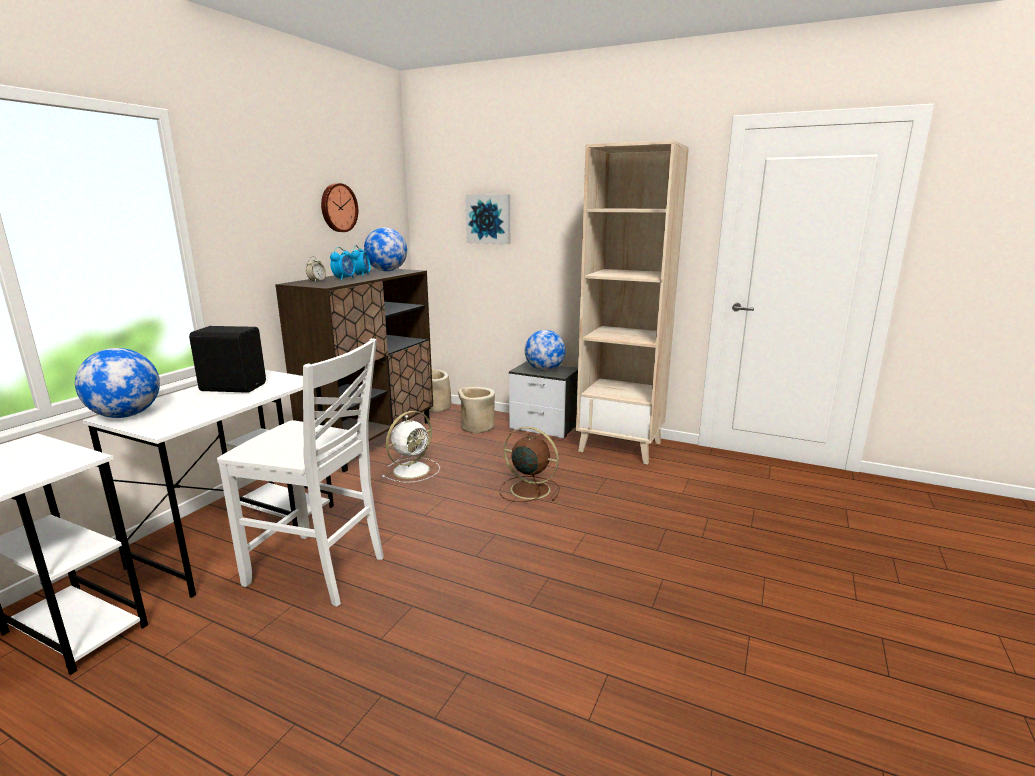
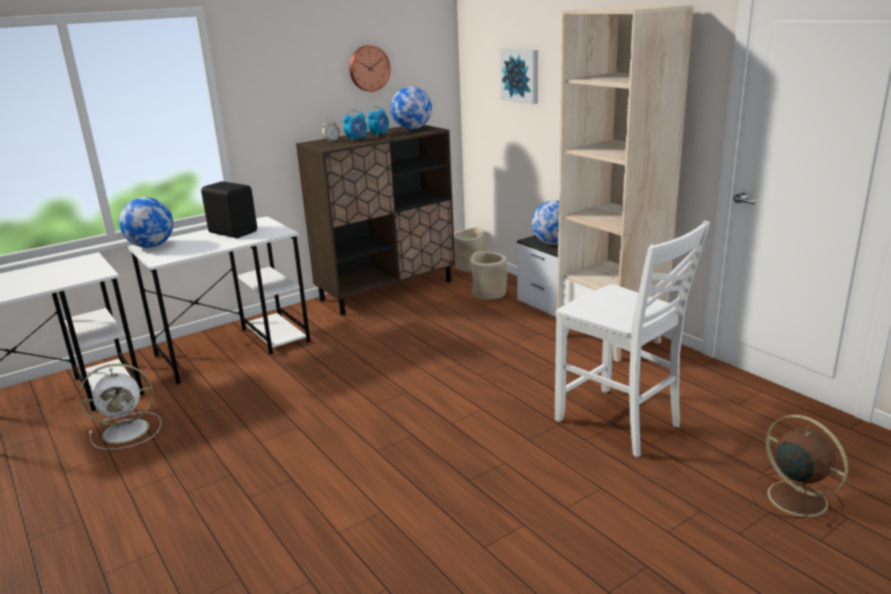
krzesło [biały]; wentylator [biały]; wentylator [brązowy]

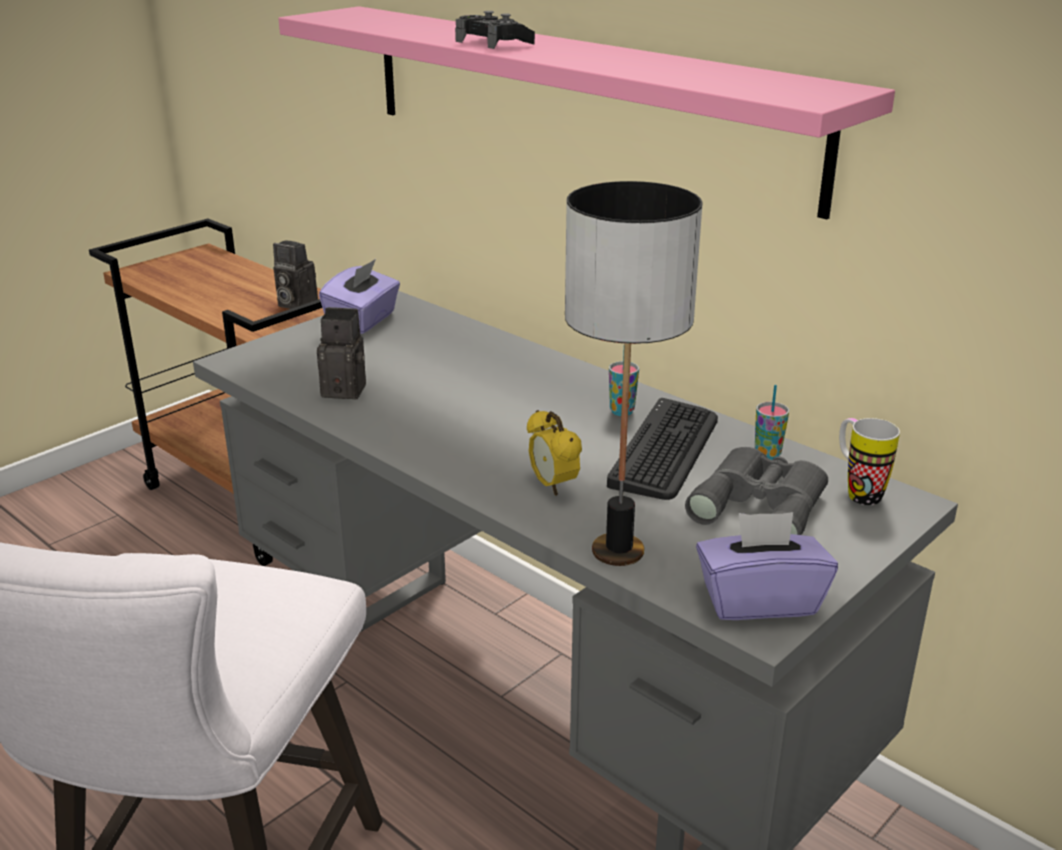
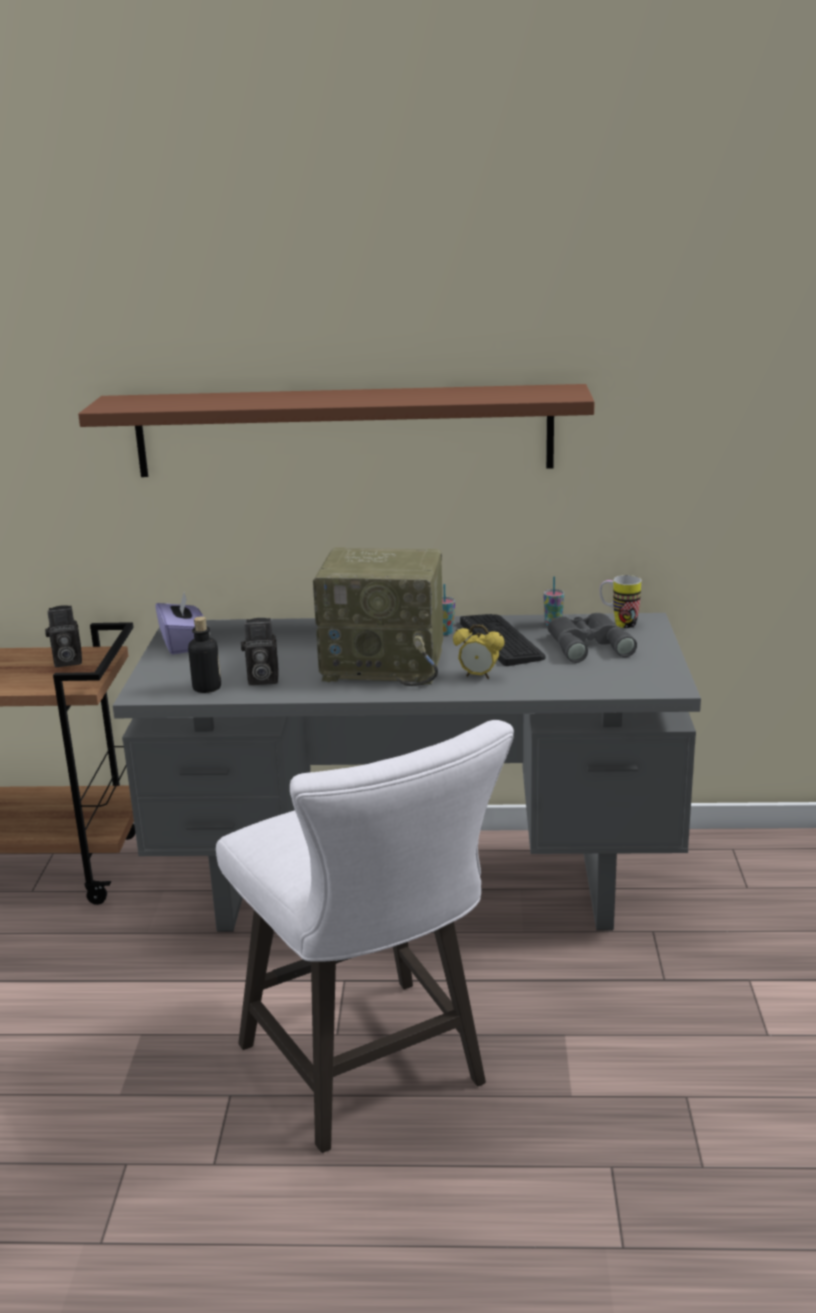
półka [brązowy]; aparat fotograficzny (2nd from left); pad do gier [czarny]; lampa stołowa; pudełko chusteczek [fioletowy] (2nd from left in the first image); butelka; radio

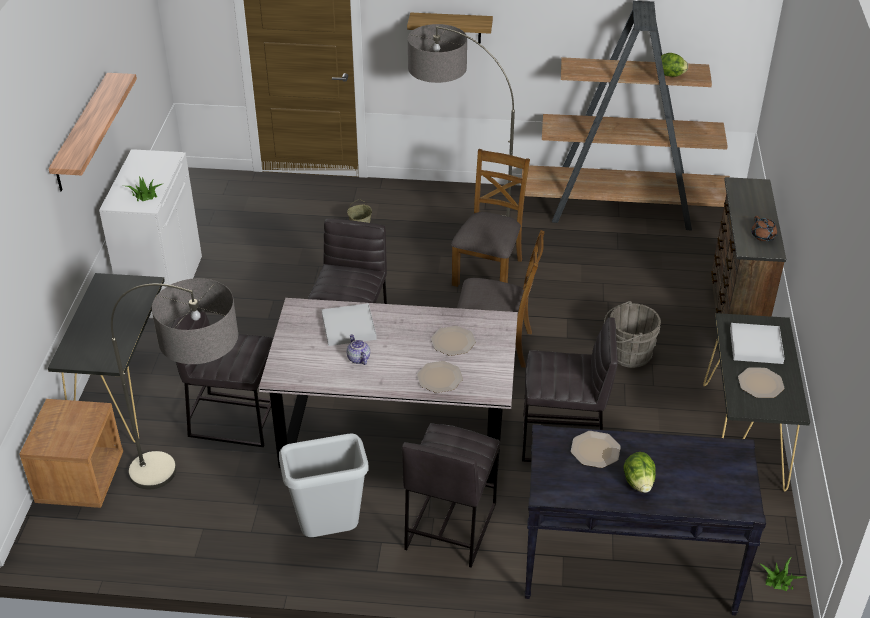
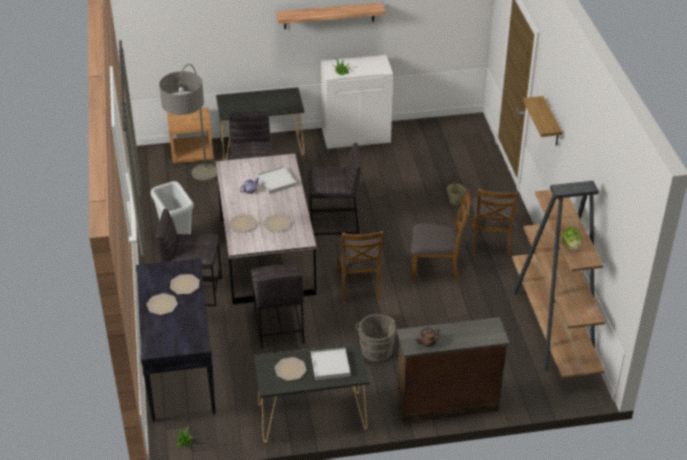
krzesło [brązowy] (3rd from left); talerz (1st from left)

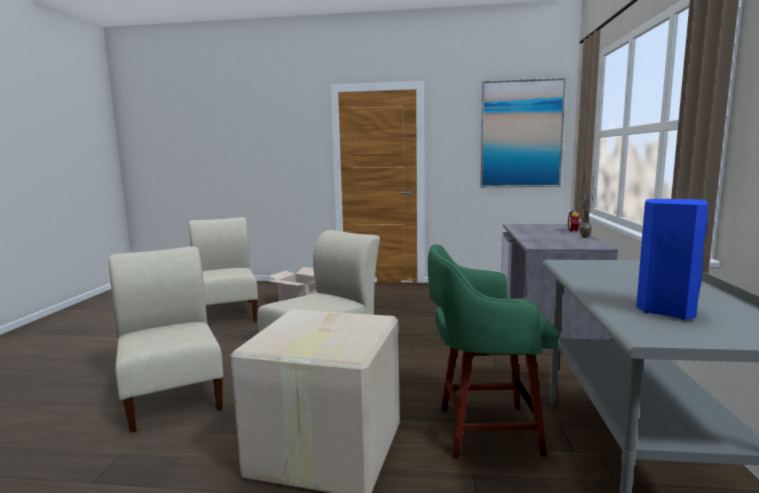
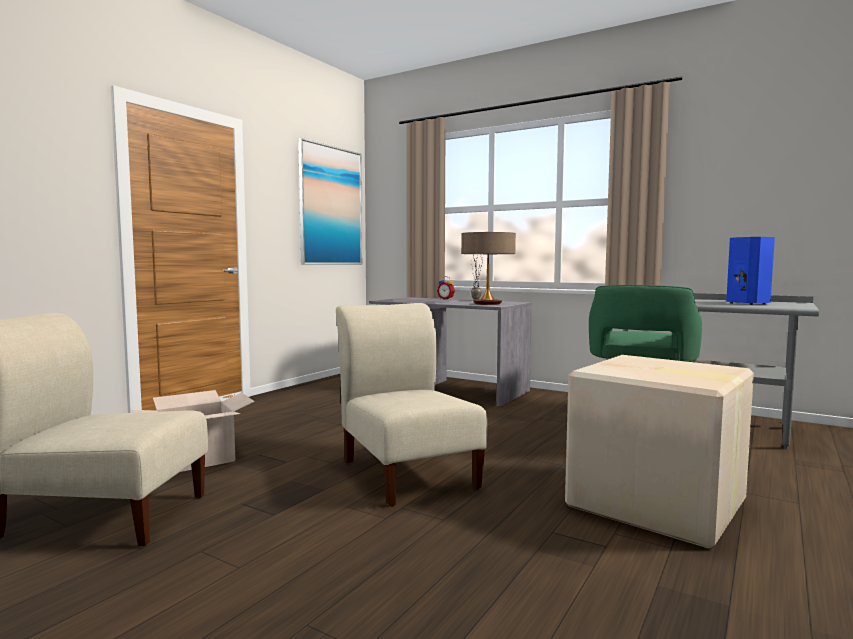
krzesło [beżowy] (1st from left in the first image); lampa stołowa

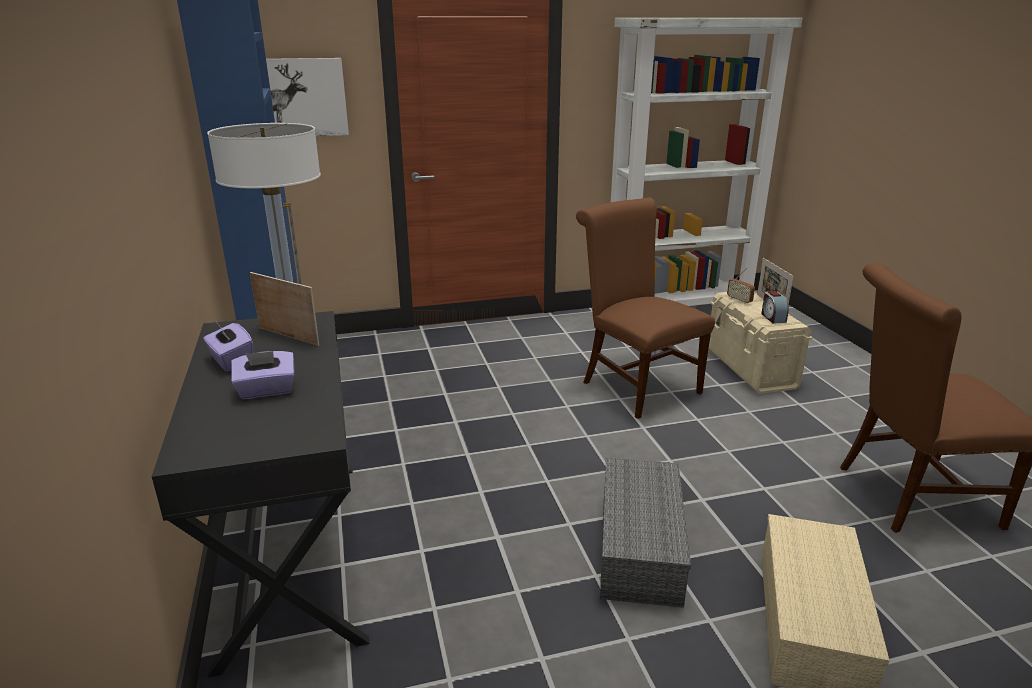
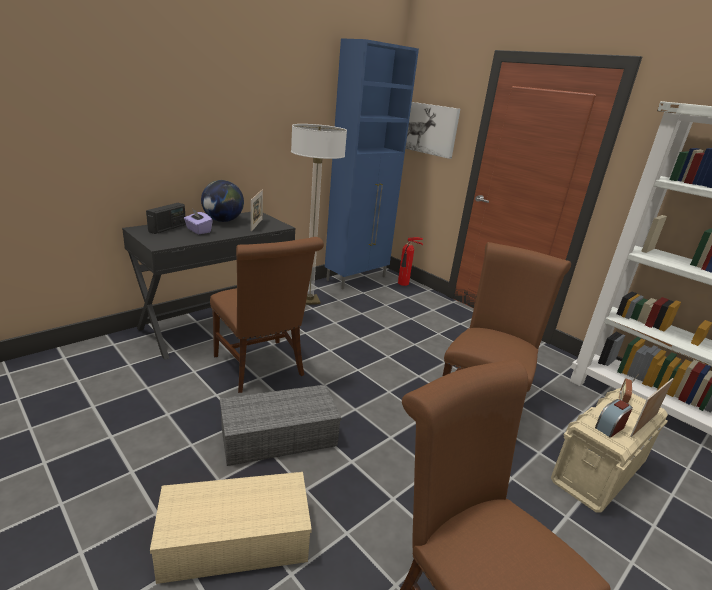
globus; radio (1st from left); krzesło [brązowy] (1st from left); gaśnica

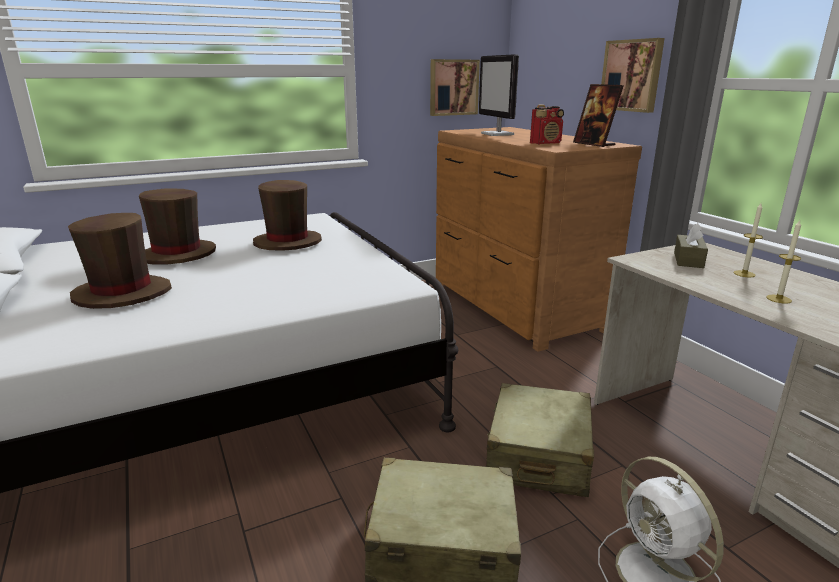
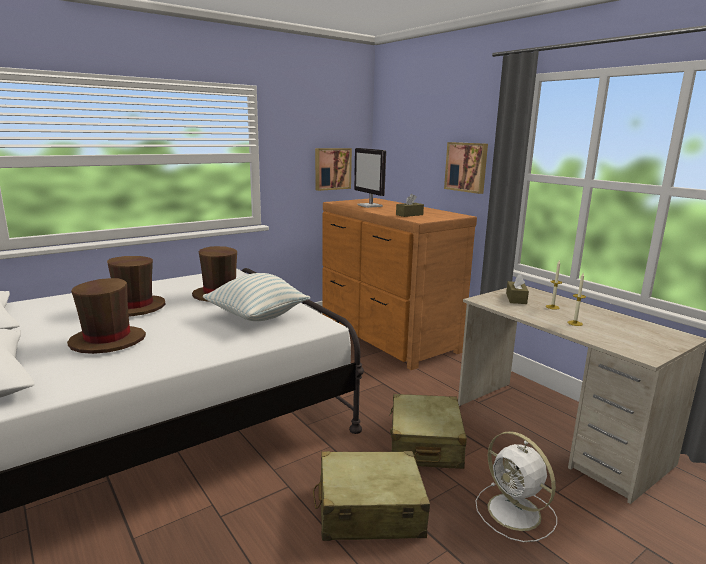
pudełko chusteczek [brązowy] (1st from left); ramka na zdjęcie; poduszka

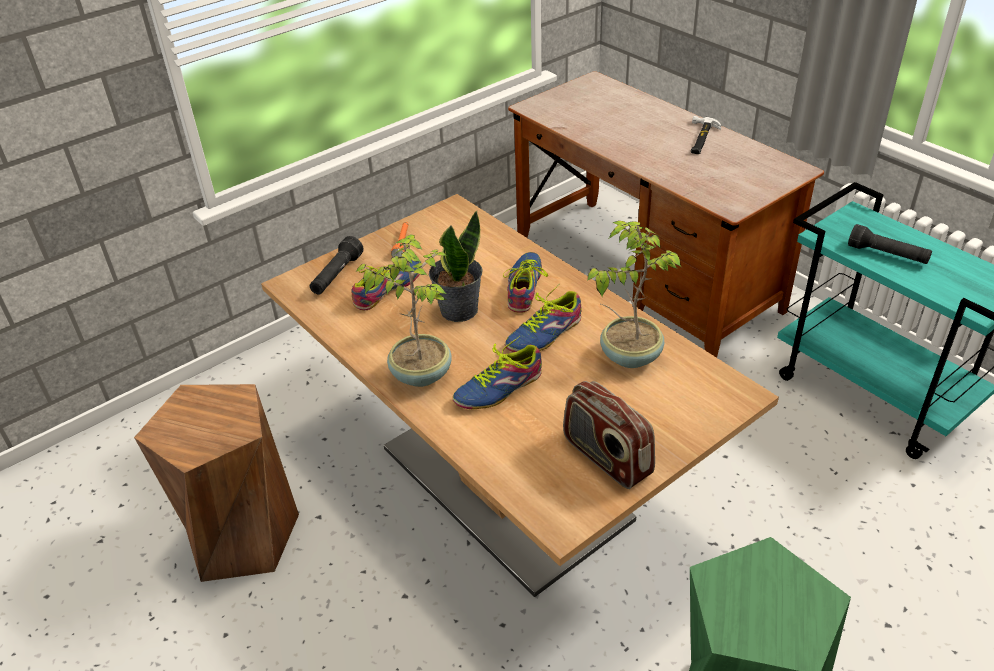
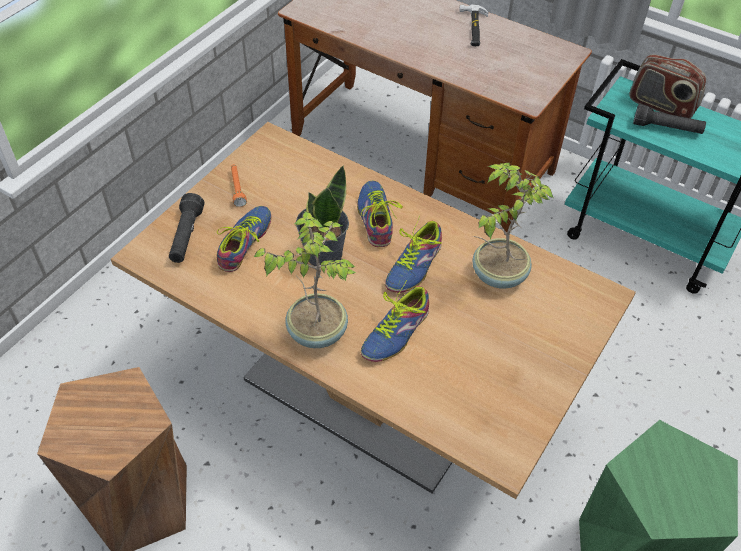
radio

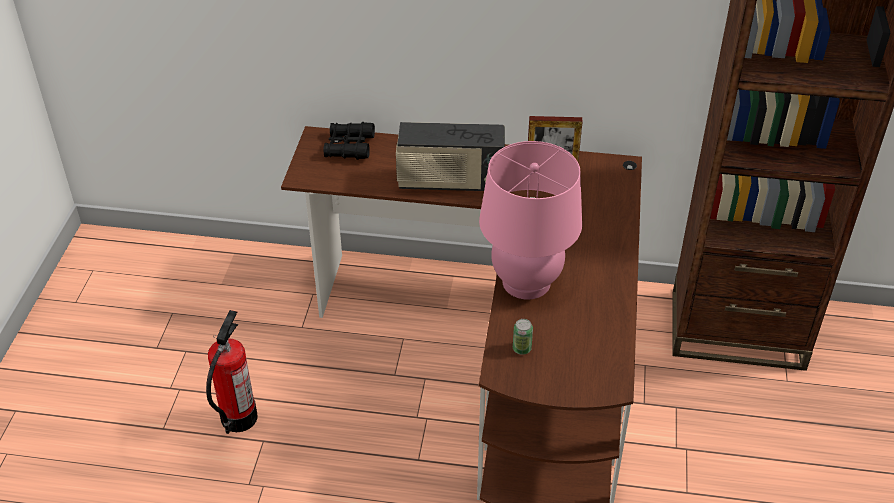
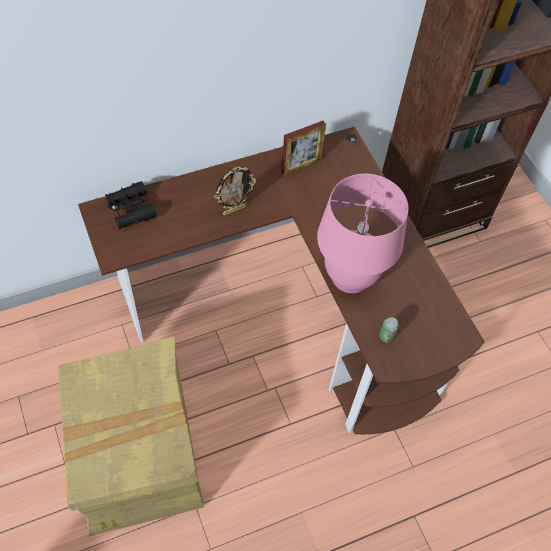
karton; ramka na zdjęcie (1st from left)

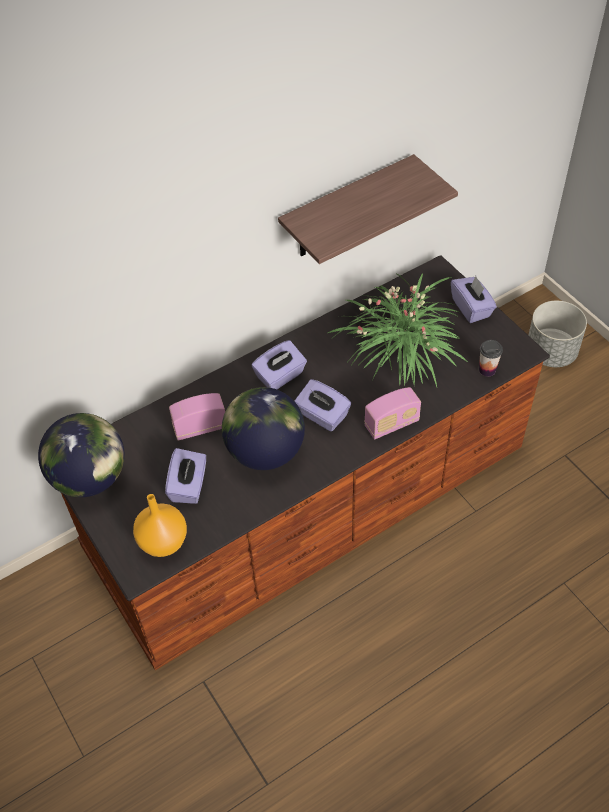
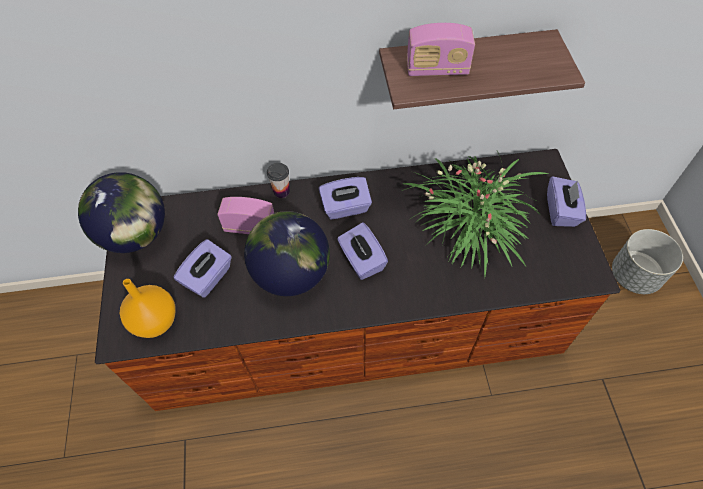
radio (2nd from left); filiżanka

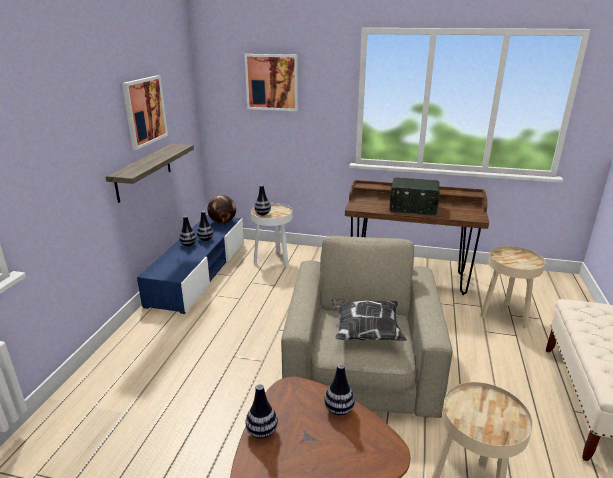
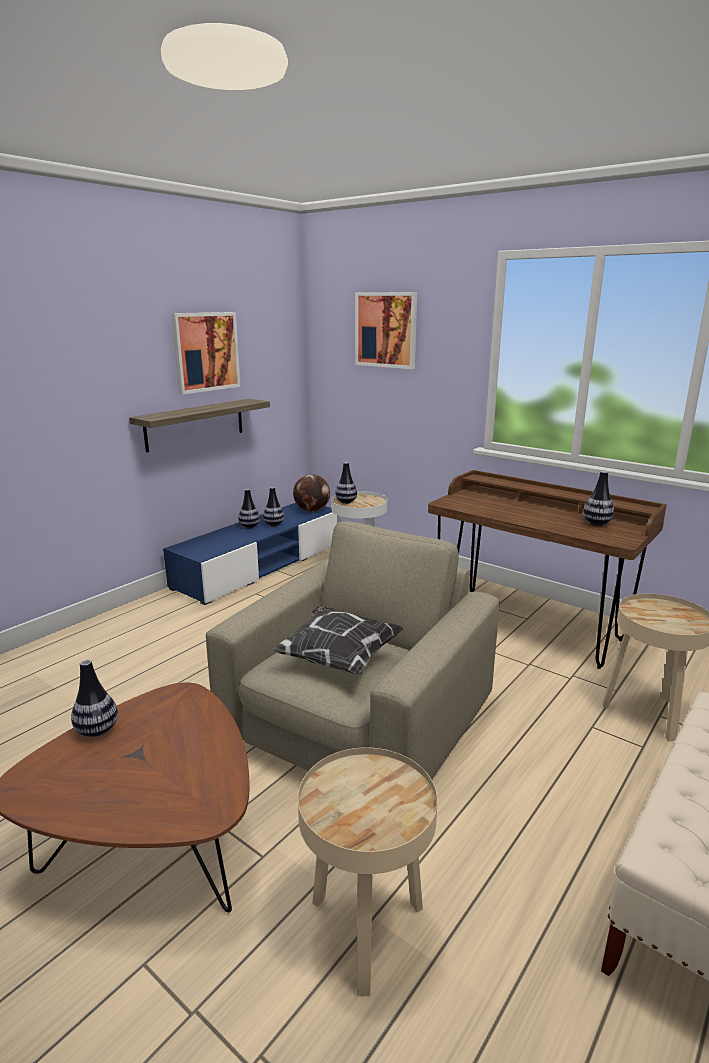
wazon (5th from left); radio

